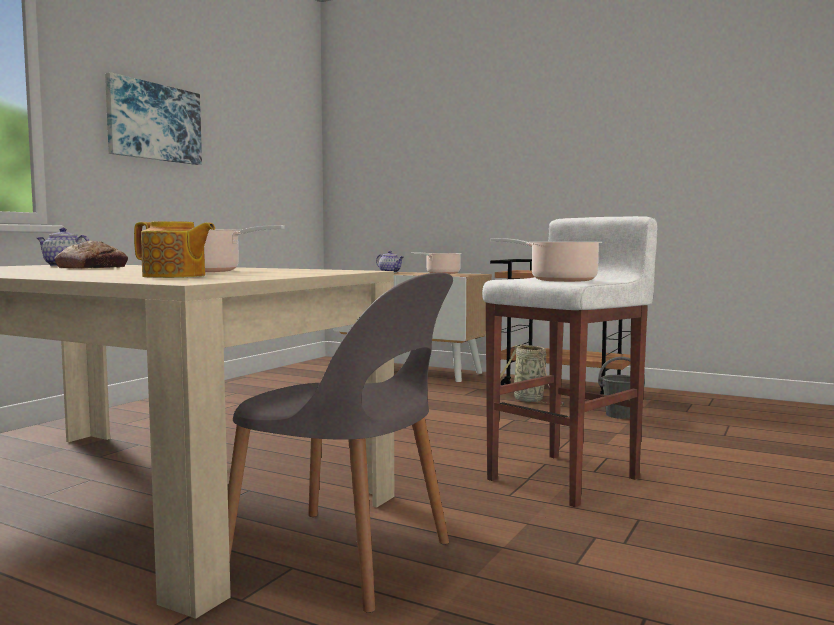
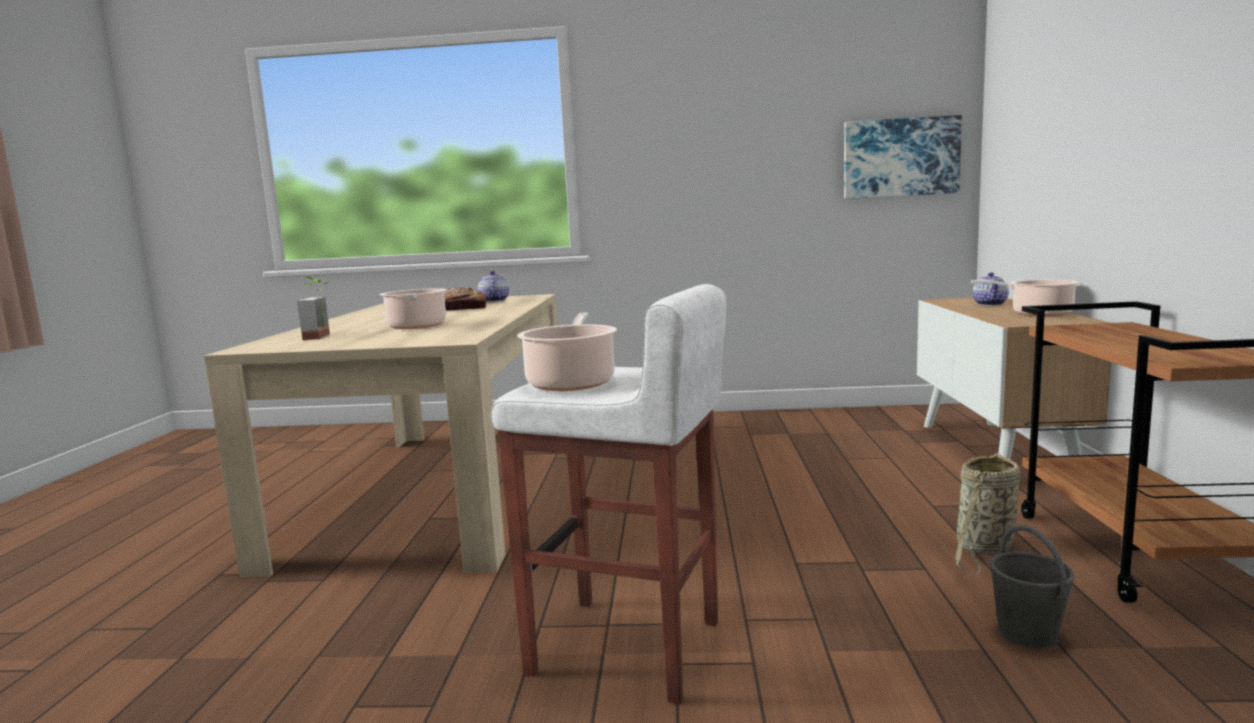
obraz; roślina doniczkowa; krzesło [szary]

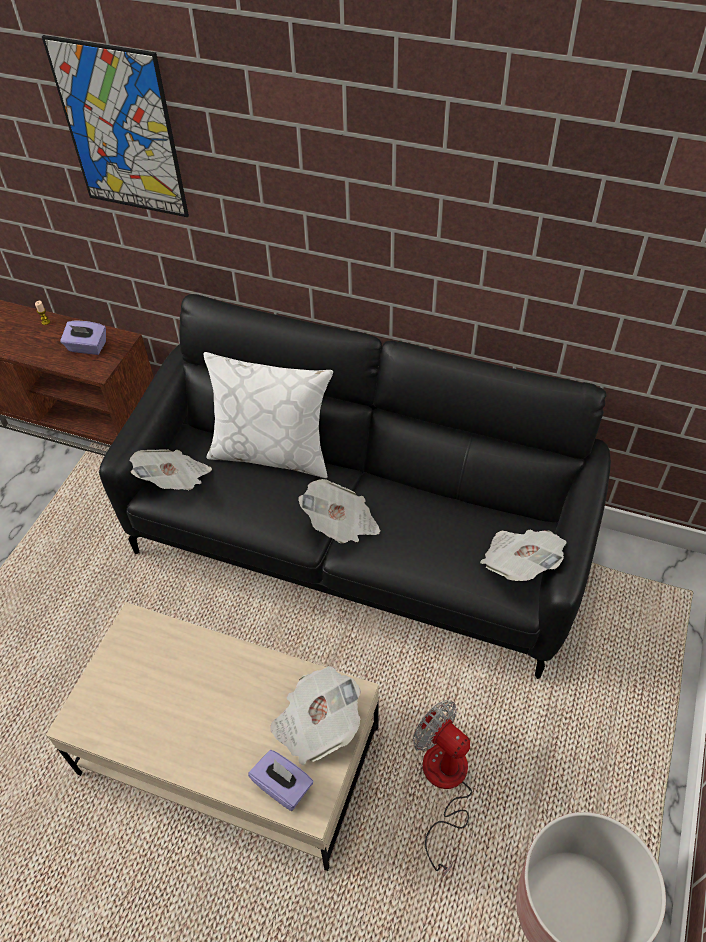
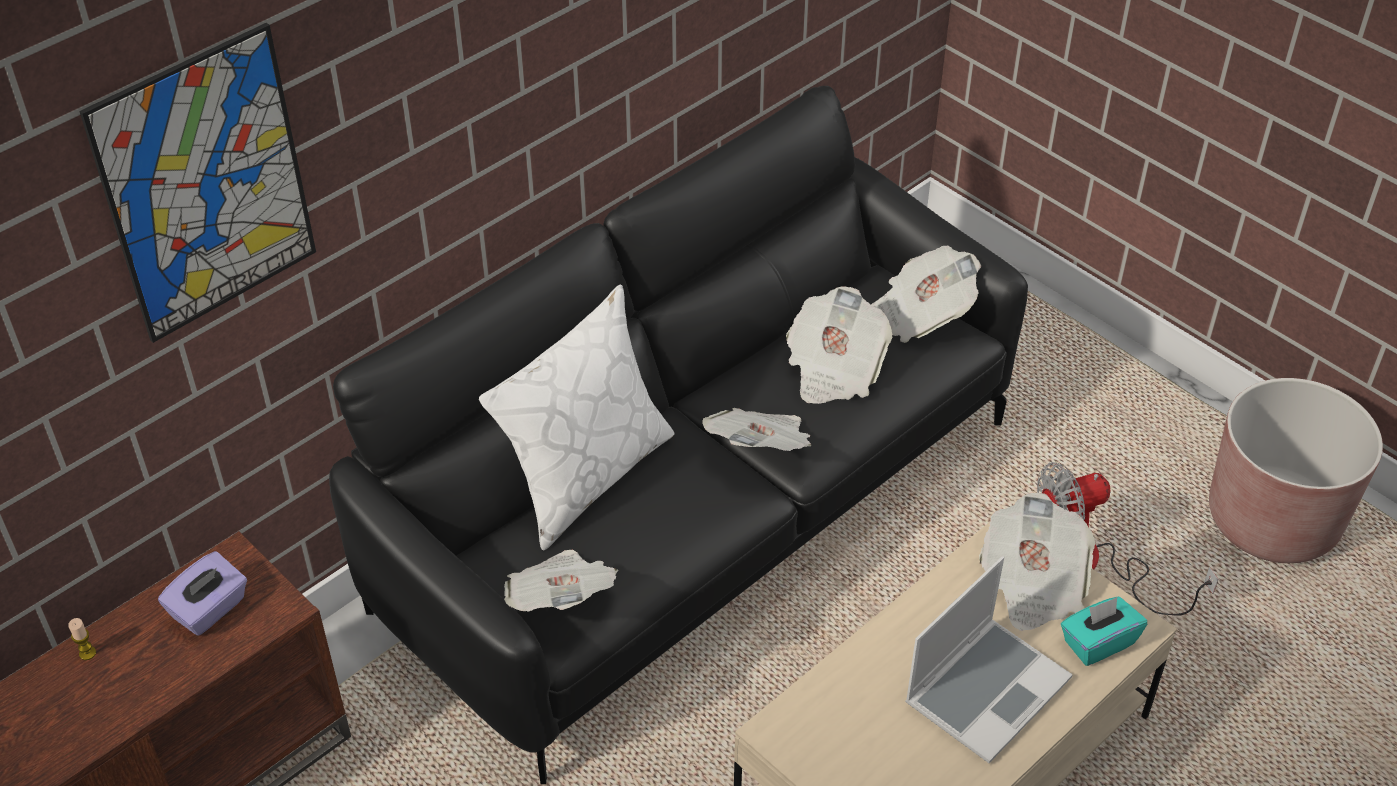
pudełko chusteczek [turkusowy]; gazeta (3rd from left); laptop

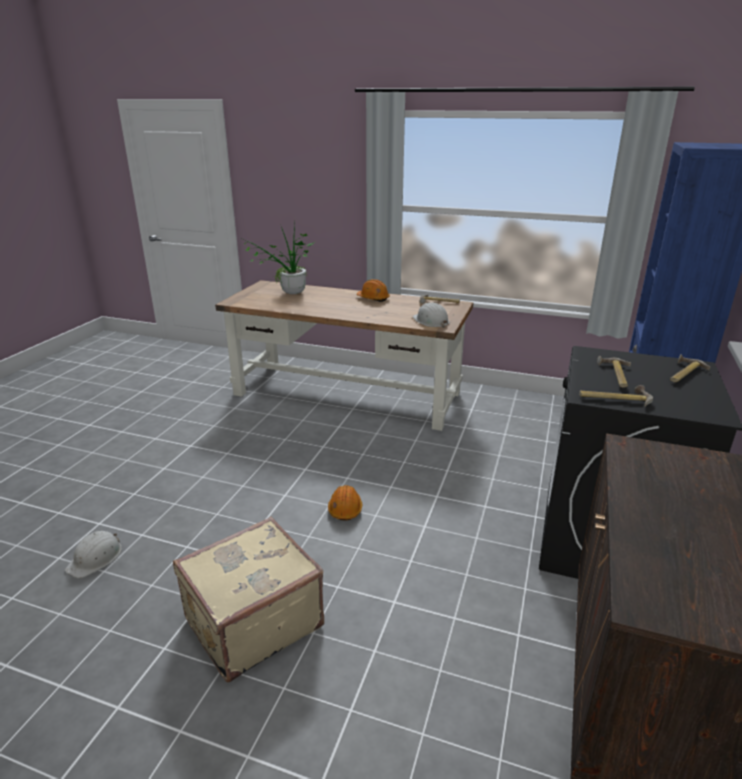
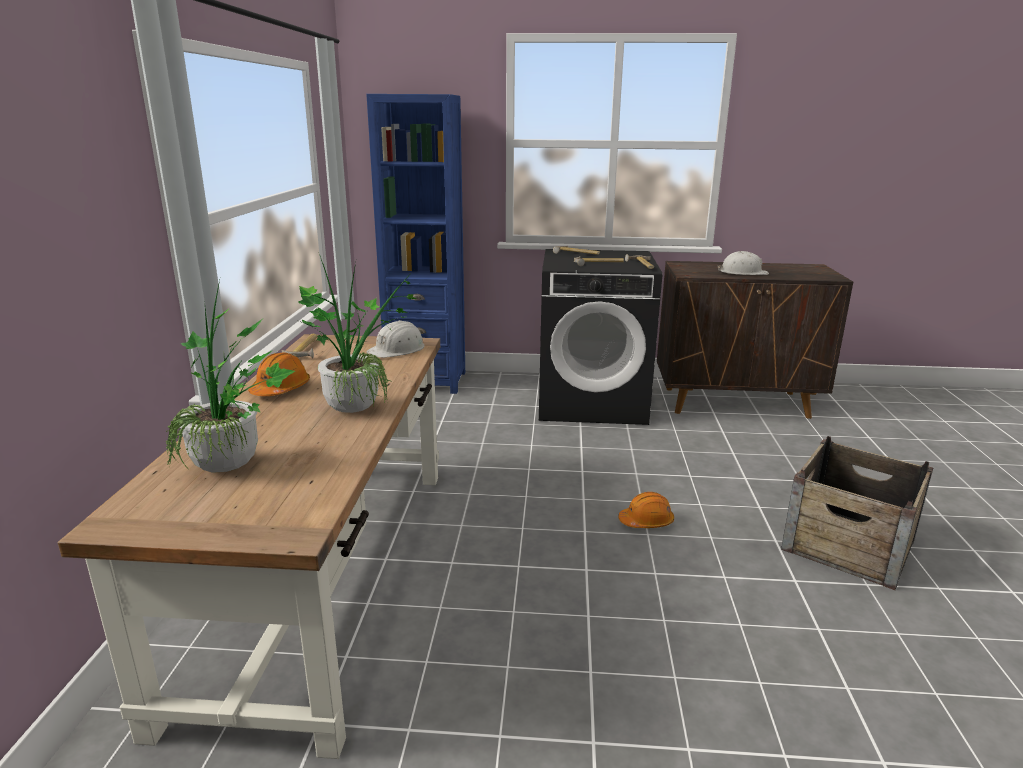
kask [biały] (2nd from left); skrzynka; roślina doniczkowa (2nd from left)

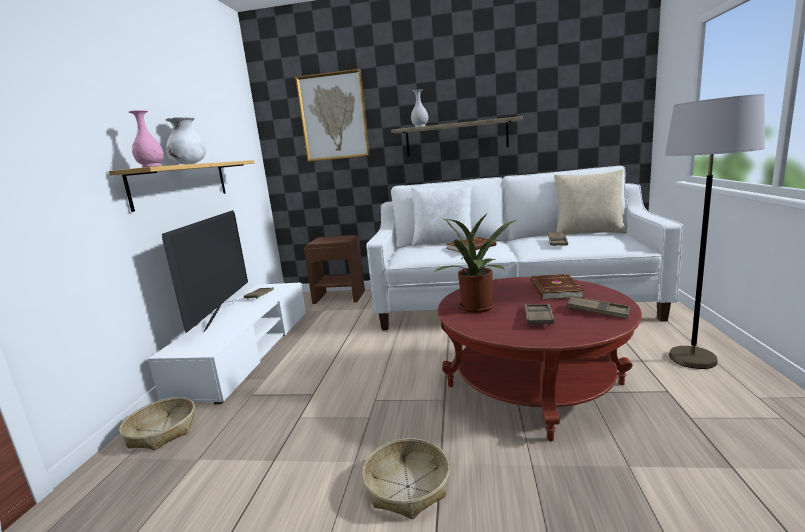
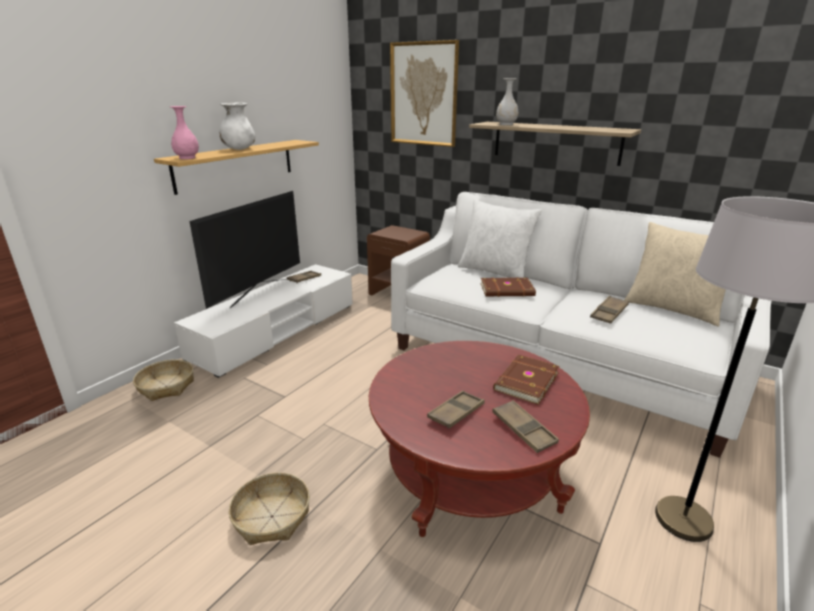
roślina doniczkowa

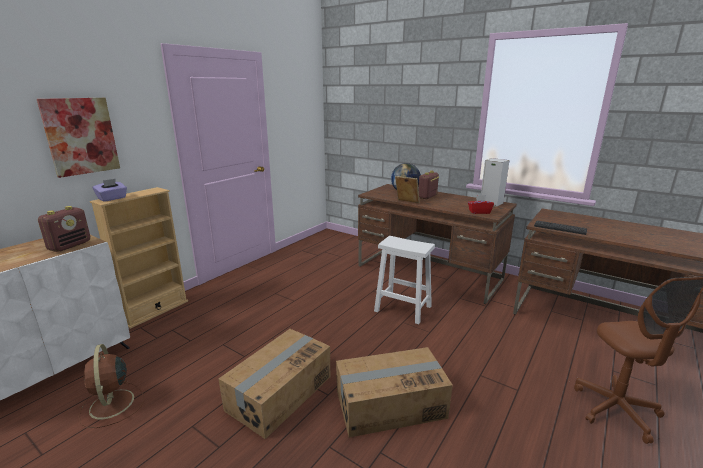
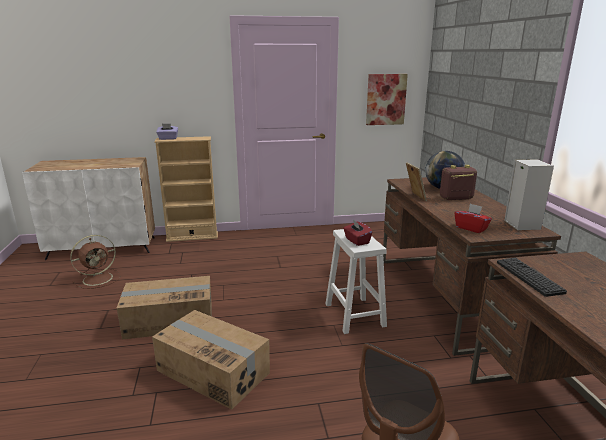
obraz; radio (1st from left in the first image); wentylator [brązowy]; pudełko chusteczek [czerwony] (1st from left)

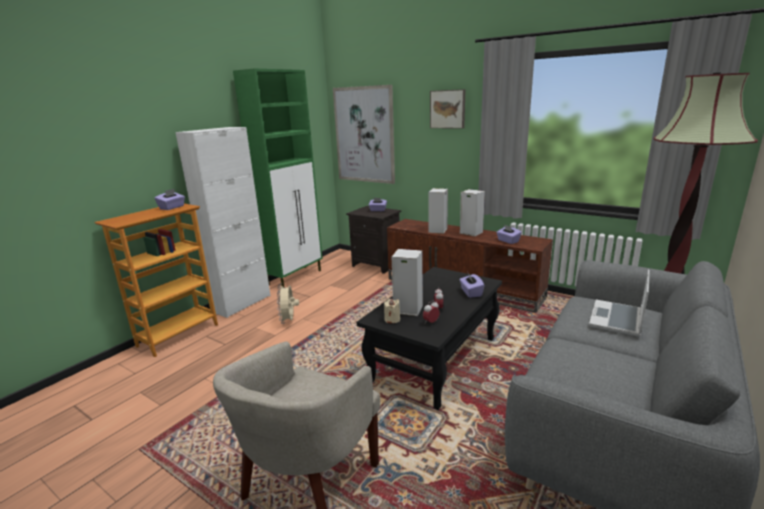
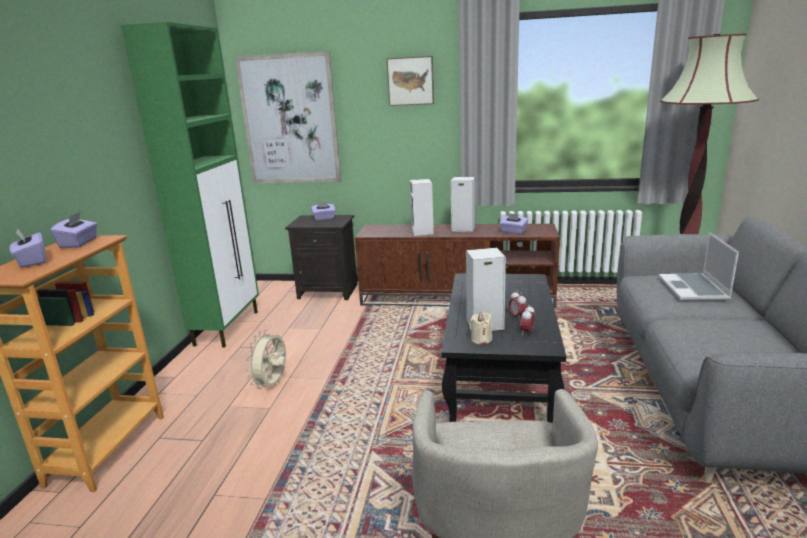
szafka [biały]; wentylator [beżowy]; pudełko chusteczek [fioletowy] (1st from left)

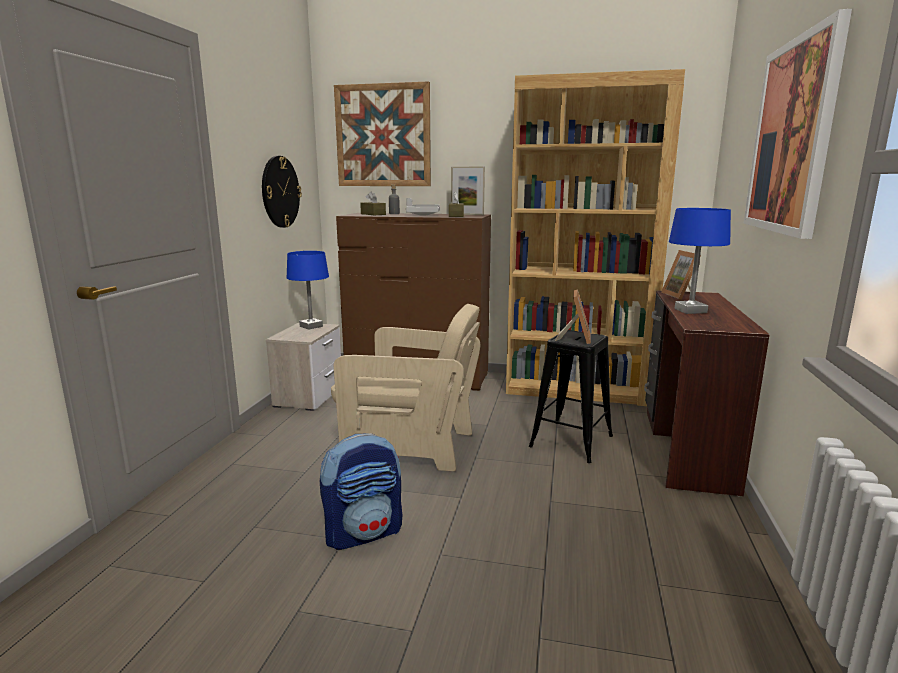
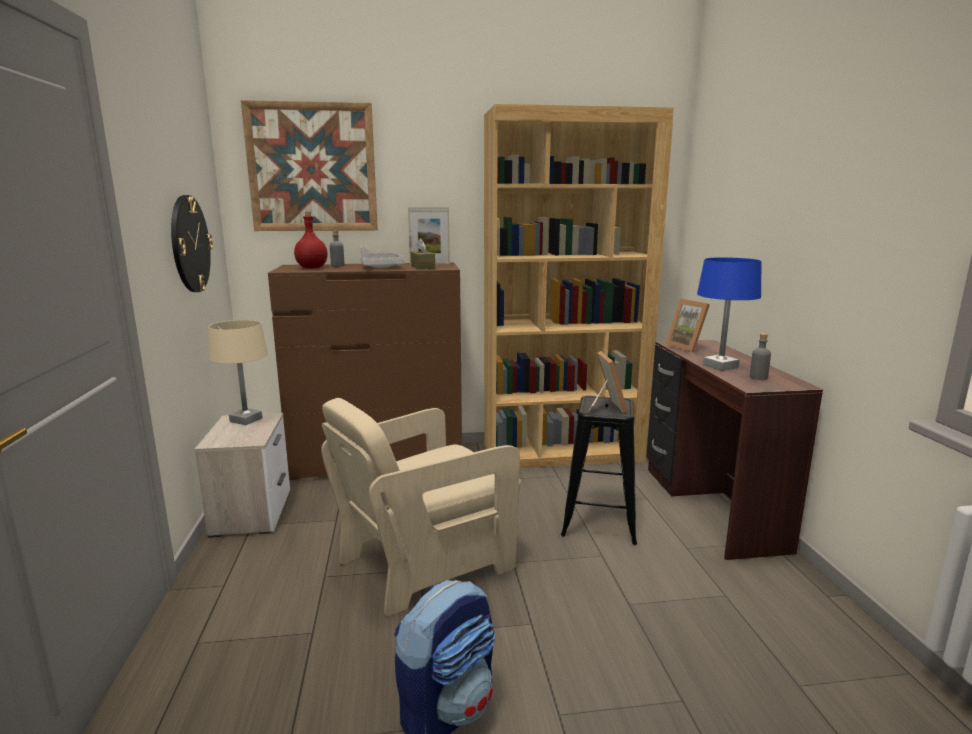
lampa stołowa [beżowy]; fotel [beżowy]; butelka [czerwony]; obraz (2nd from left in the first image); butelka [szary] (2nd from left)

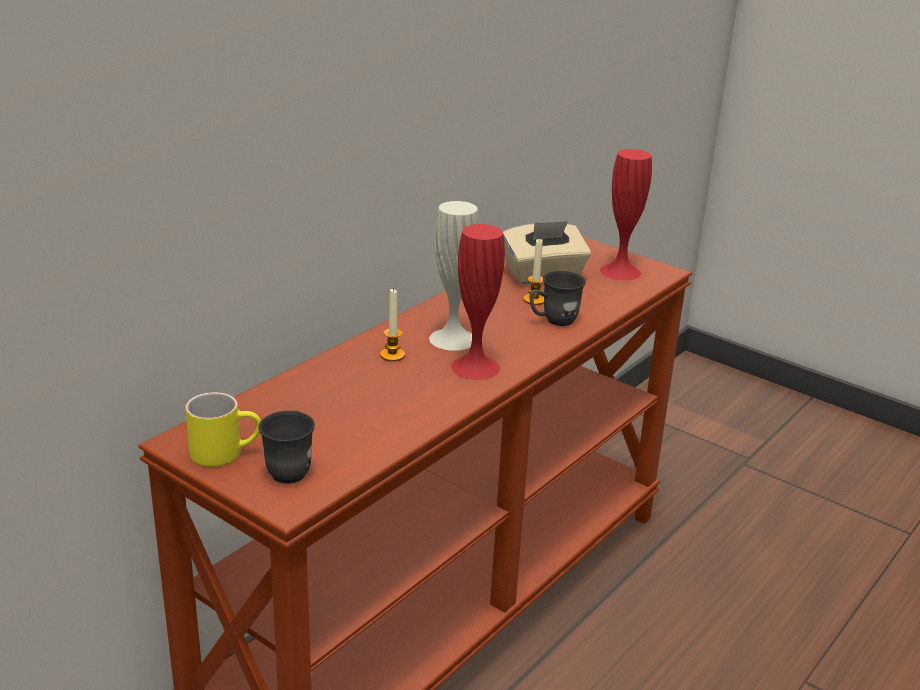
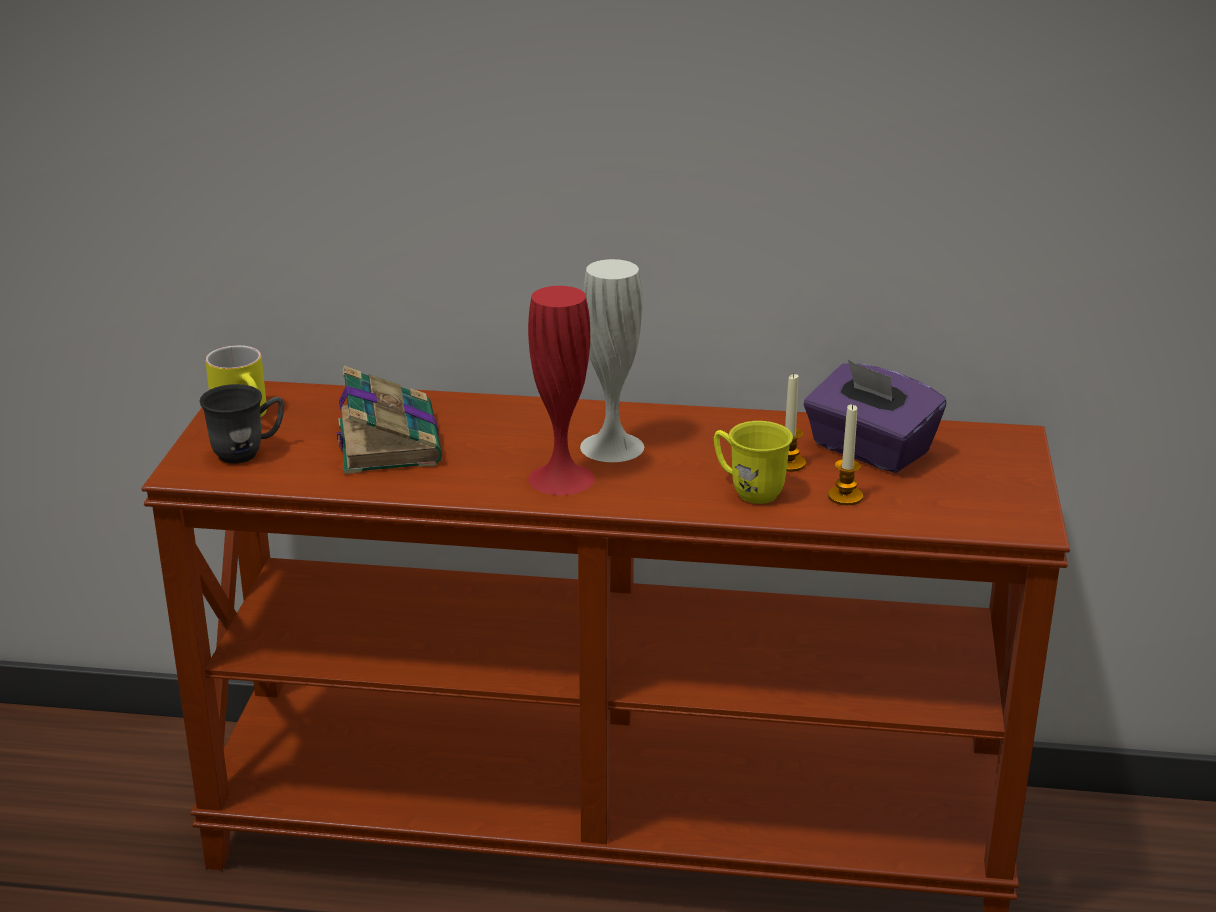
świeca (2nd from left); pudełko chusteczek [fioletowy]; kubek [żółty] (2nd from left); wazon [czerwony] (2nd from left in the first image); książka

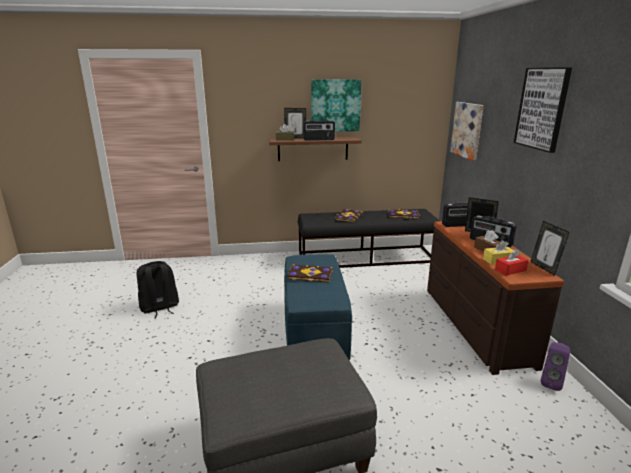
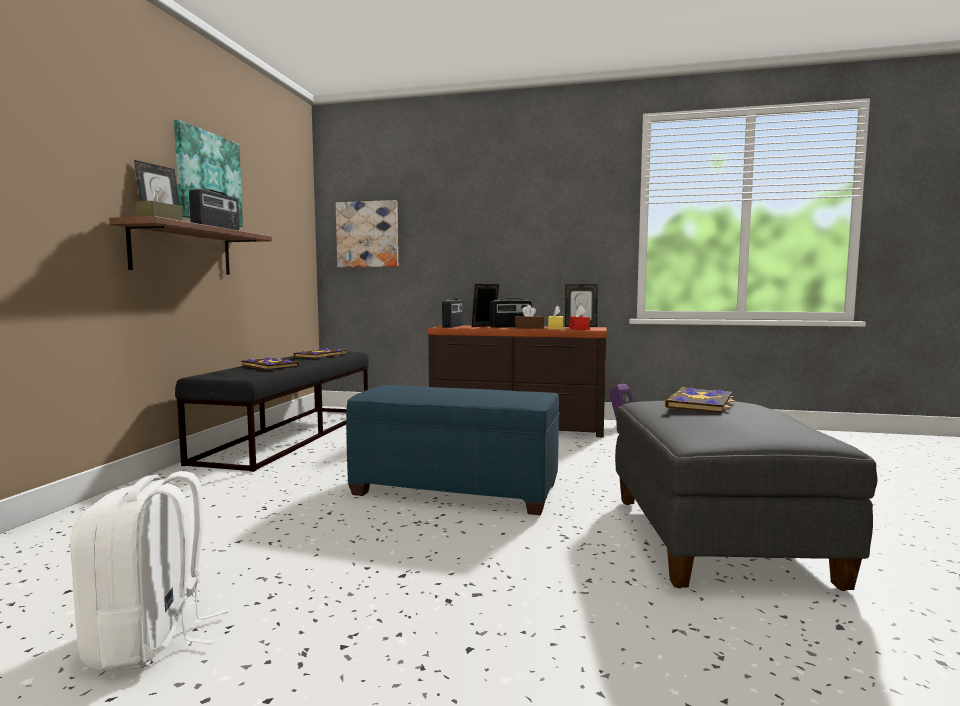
plecak [biały]; książka (3rd from left); obraz (3rd from left in the first image)

